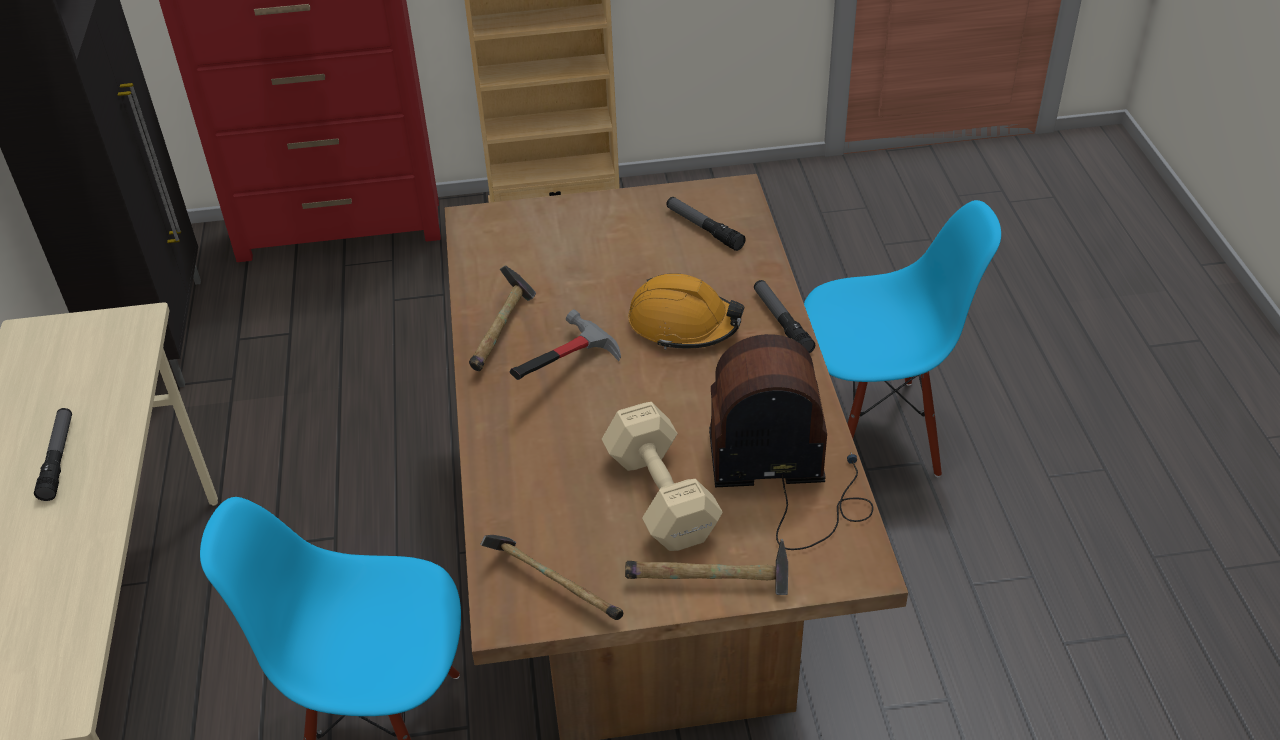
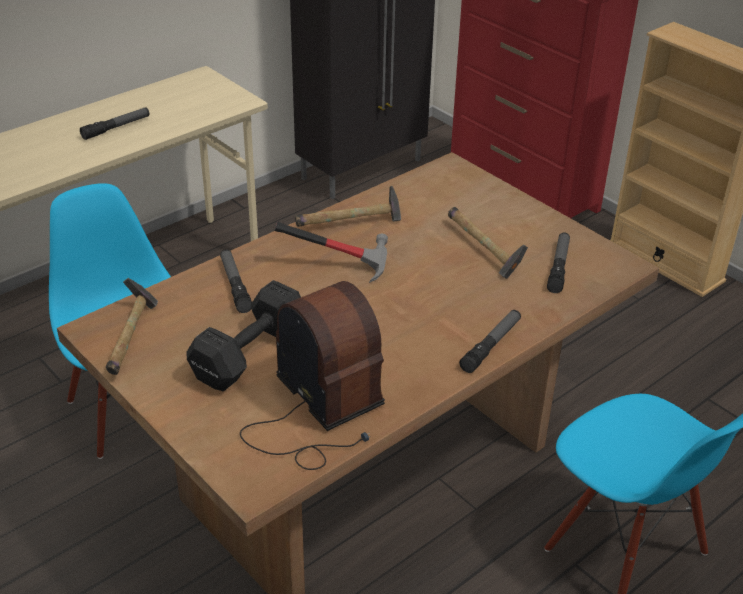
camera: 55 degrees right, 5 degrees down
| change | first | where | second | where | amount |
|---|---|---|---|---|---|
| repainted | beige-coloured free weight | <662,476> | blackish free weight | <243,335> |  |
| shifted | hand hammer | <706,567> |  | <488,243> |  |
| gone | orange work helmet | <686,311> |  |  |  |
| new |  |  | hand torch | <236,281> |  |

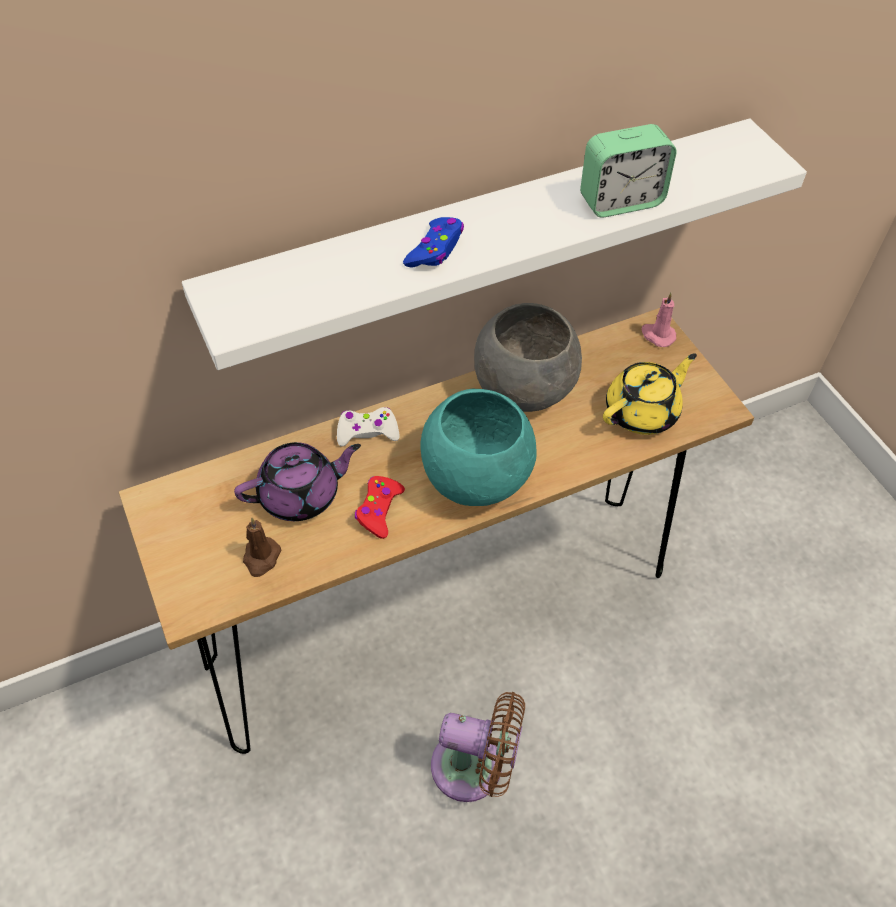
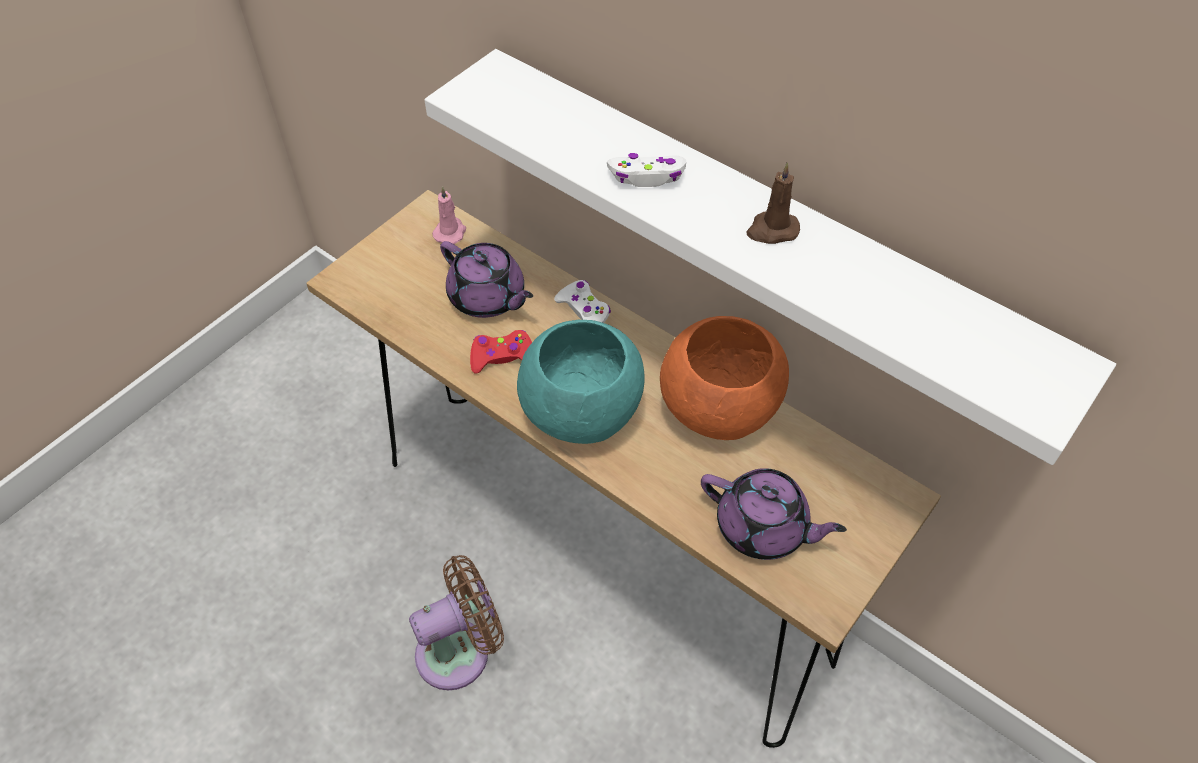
camera: 65 degrees right, 0 degrees up
| change | first | where | second | where | amount |
|---|---|---|---|---|---|
| shifted | brown-coloured wax light | <262,547> |  | <773,203> |  |
| repainted | blue-coloured joypad | <433,242> | white-coloured joypad | <646,170> |  |
| rotated | brown-coloured electric fan | <478,747> |  | <456,623> | 105 degrees counterclockwise |
| repainted | greyish serving bowl | <528,357> | orange serving bowl | <724,378> |  |
| gone | alarm clock | <628,171> |  |  |  |
| repainted | yellow teapot | <650,394> | purple teapot | <774,514> |  |
| shifted | pink wax light | <658,320> |  | <449,215> |  |

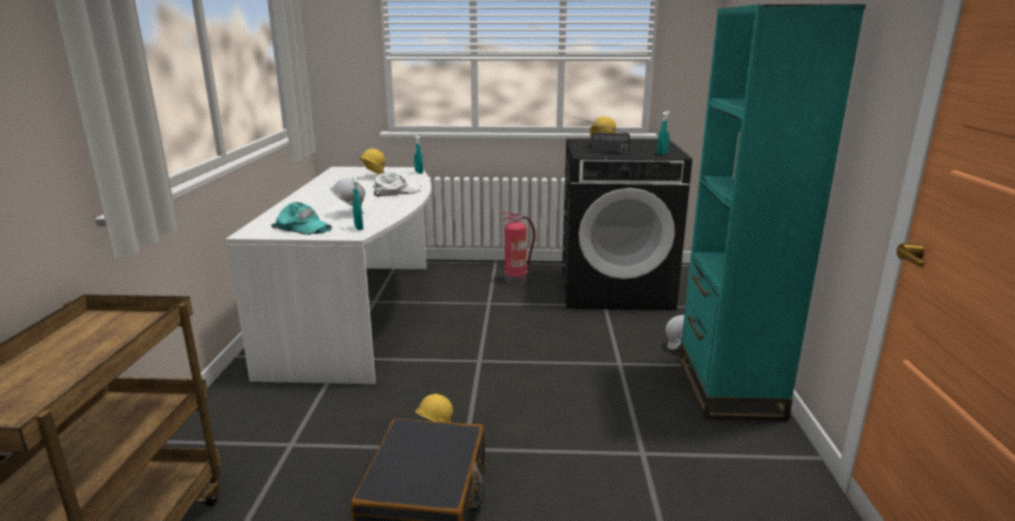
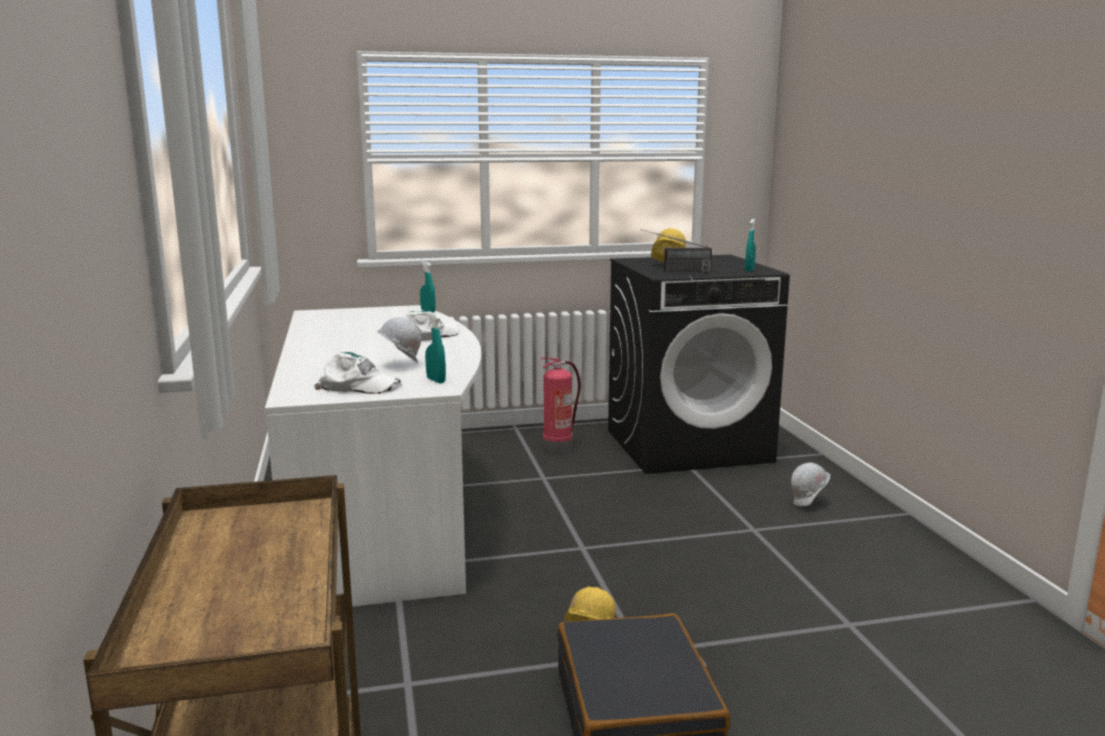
camera: 15 degrees left, 5 degrees down
| change | first | where | second | where | amount |
|---|---|---|---|---|---|
| repainted | turquoise peaked cap | <301,218> | white-coloured peaked cap | <358,373> |  |
| gone | yellow work helmet | <372,161> |  |  |  |
| gone | turquoise bookshelf | <772,212> |  |  |  |

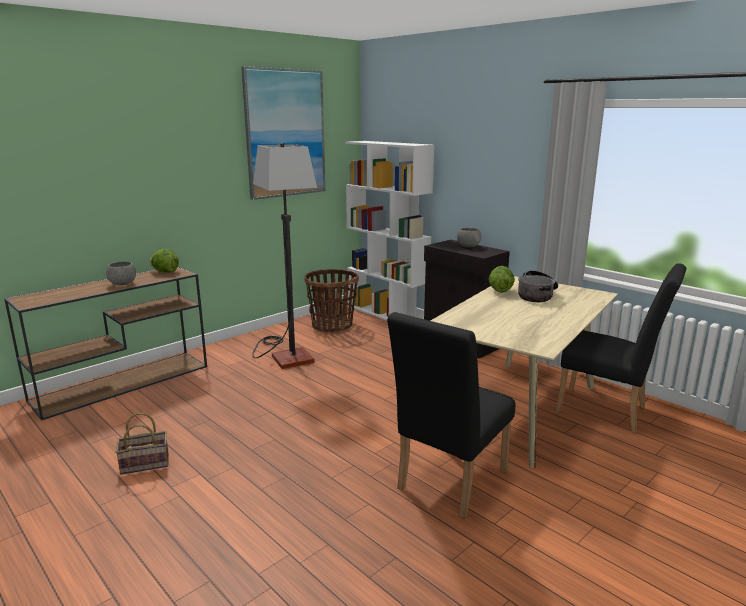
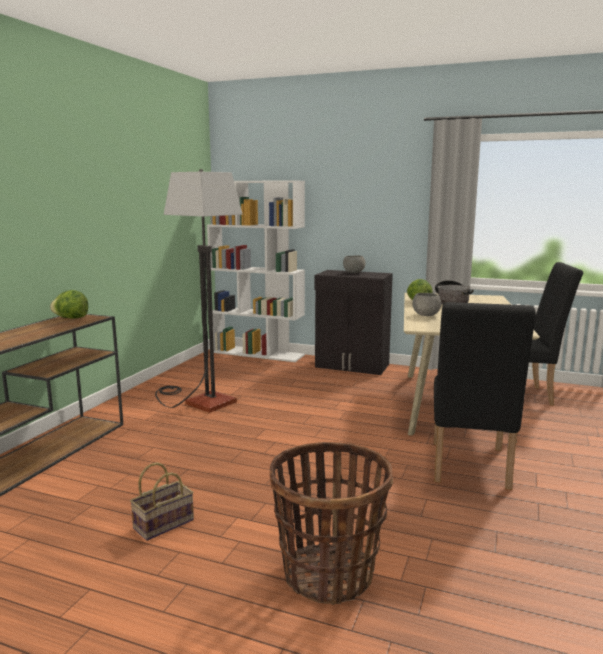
camera: 25 degrees left, 5 degrees down
| change | first | where | second | where | amount |
|---|---|---|---|---|---|
| shifted | greyish serving bowl | <121,273> |  | <426,304> |  |
| gone | wall picture | <283,133> |  |  |  |
| shifted | basket | <331,300> |  | <331,523> |  |

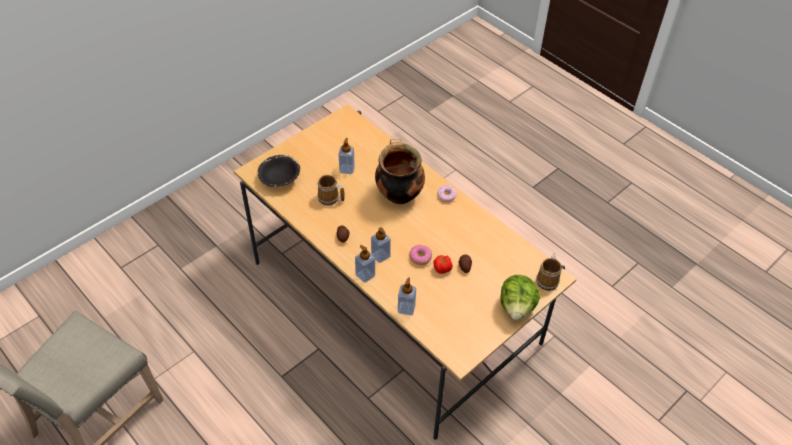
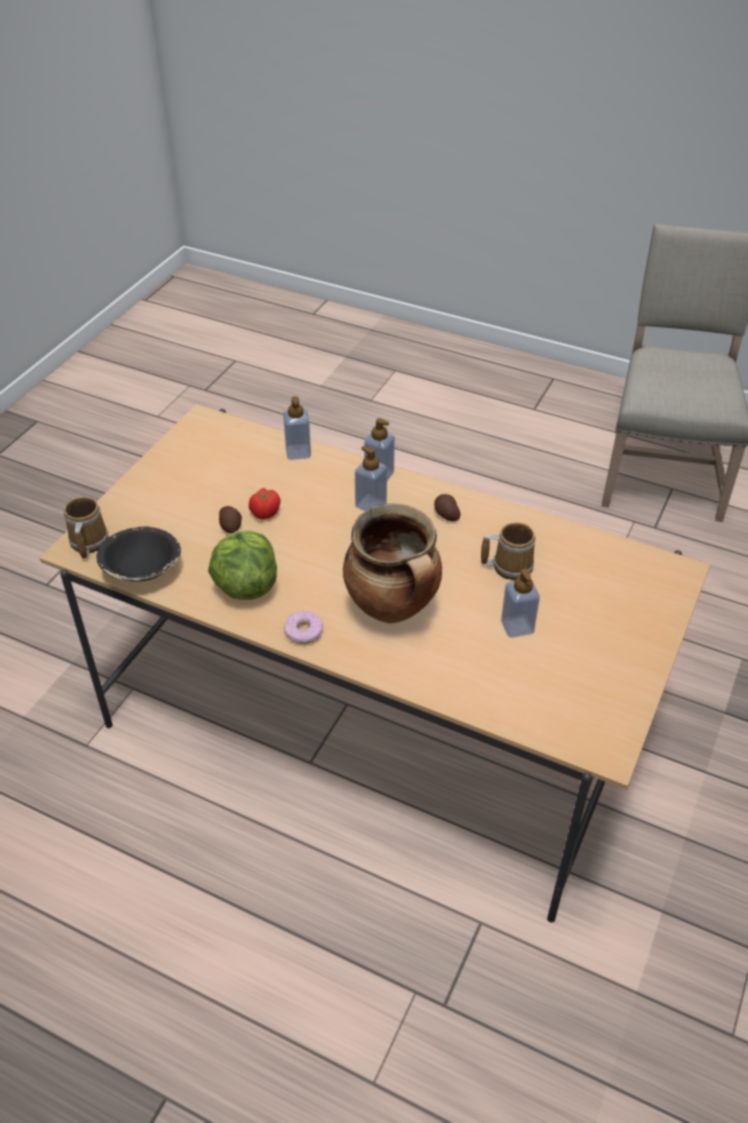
camera: 160 degrees right, 5 degrees down
| change | first | where | second | where | amount |
|---|---|---|---|---|---|
| shifted | blackish serving bowl | <279,171> |  | <139,554> |  |
| gone | ring doughnut | <420,255> |  |  |  |
| shifted | lettuce | <520,297> |  | <242,565> |  |

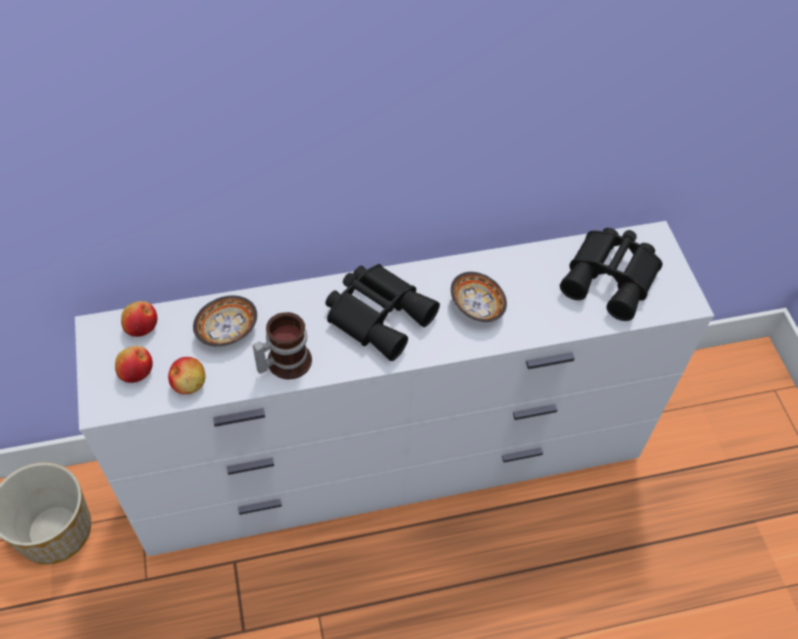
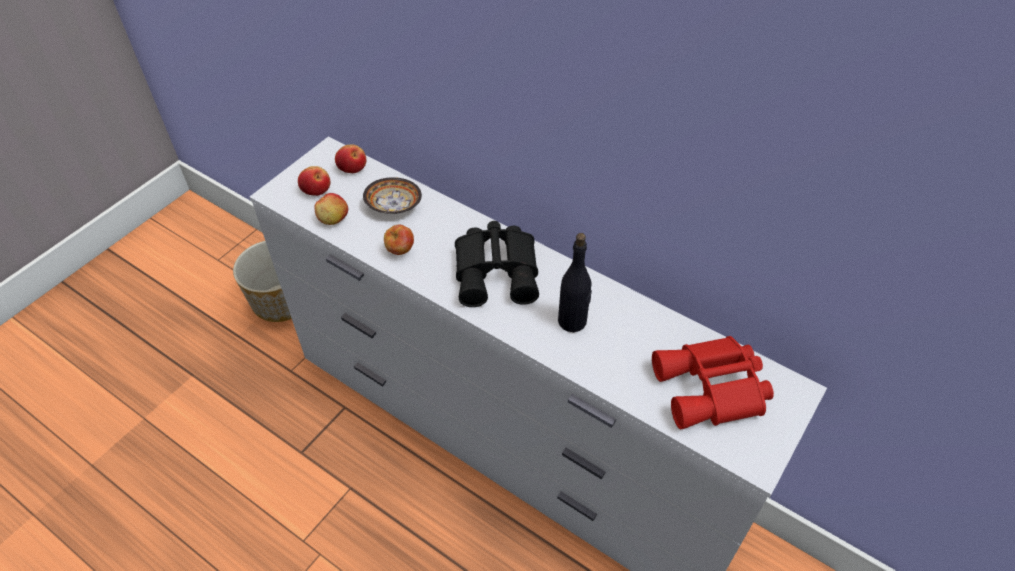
camera: 50 degrees right, 5 degrees down
| change | first | where | second | where | amount |
|---|---|---|---|---|---|
| swapped | mug | <282,345> | apple fruit | <399,240> |  |
| swapped | serving bowl | <479,297> | blackish bottle | <575,282> |  |
| repainted | blackish field glasses | <611,274> | red field glasses | <713,382> |  |

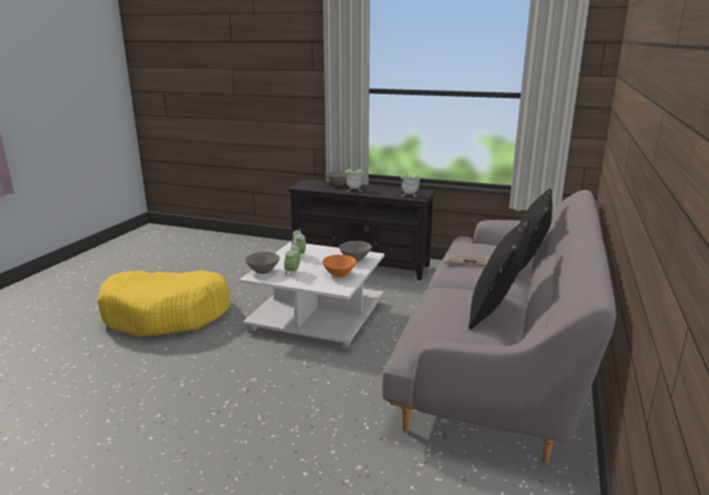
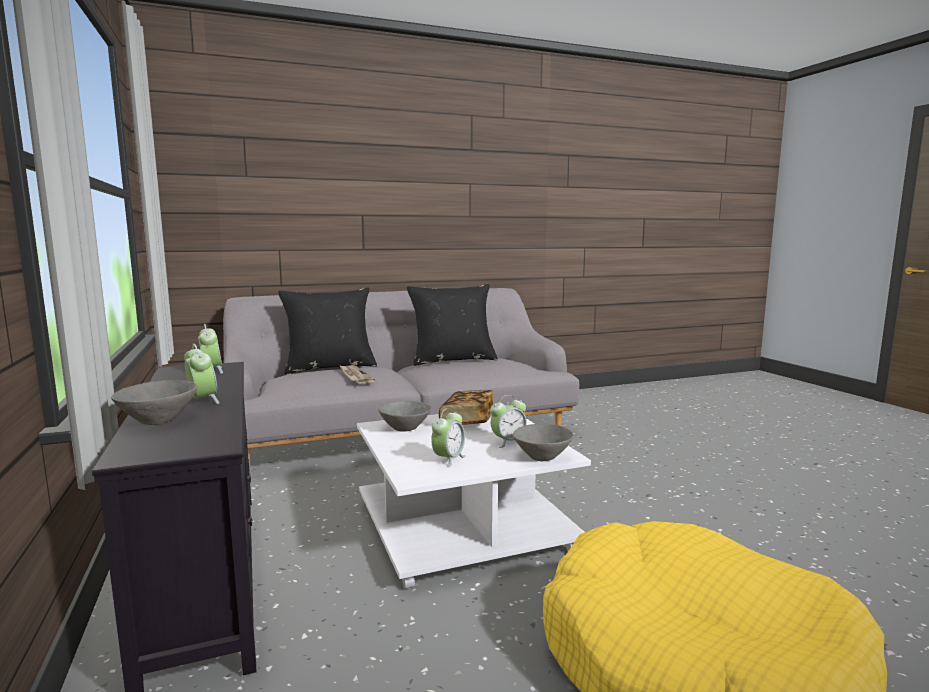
camera: 130 degrees left, 10 degrees down
| change | first | where | second | where | amount |
|---|---|---|---|---|---|
| swapped | orange serving bowl | <339,266> | volume | <466,407> |  |

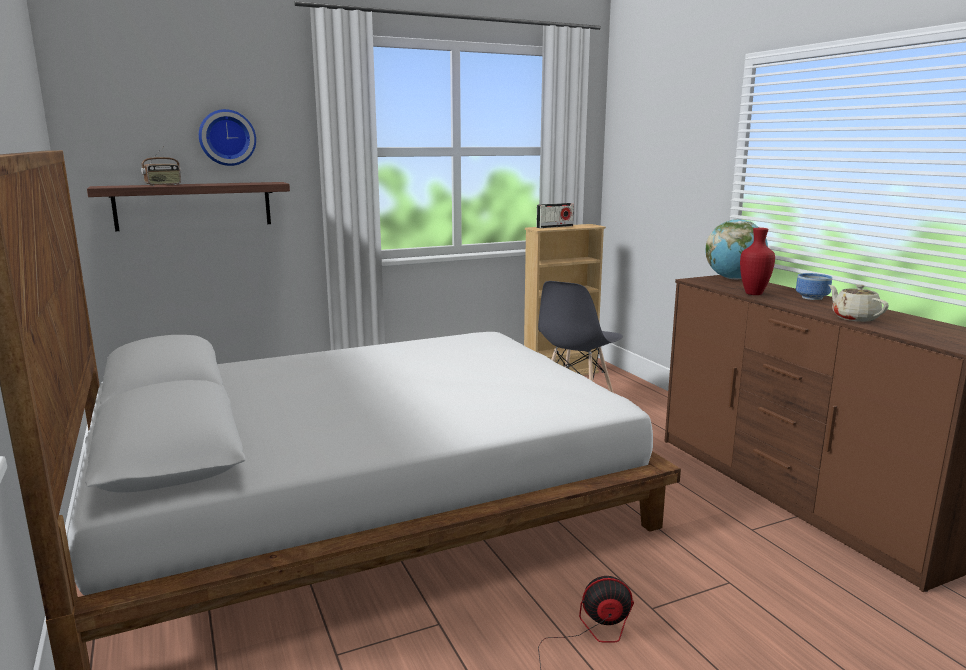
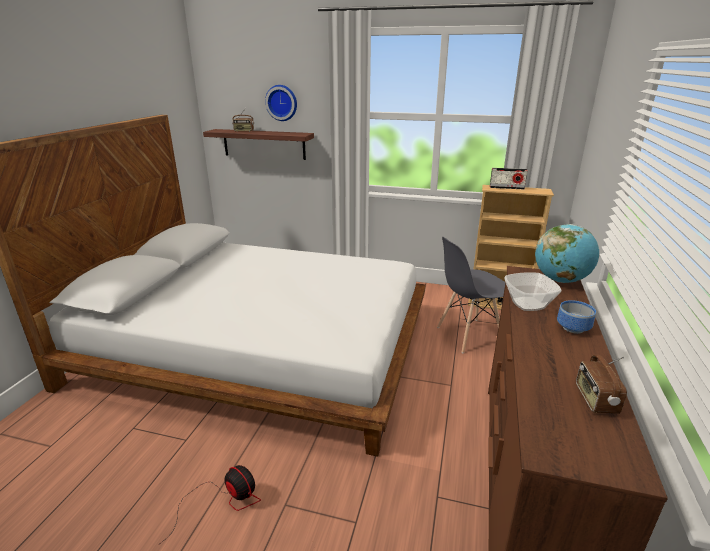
camera: 40 degrees right, 10 degrees up
| change | first | where | second | where | amount |
|---|---|---|---|---|---|
| swapped | red vase | <757,261> | serving bowl | <533,291> |  |
| gone | beige-coloured teapot | <859,303> |  |  |  |
| new |  |  | radio set | <601,384> |  |

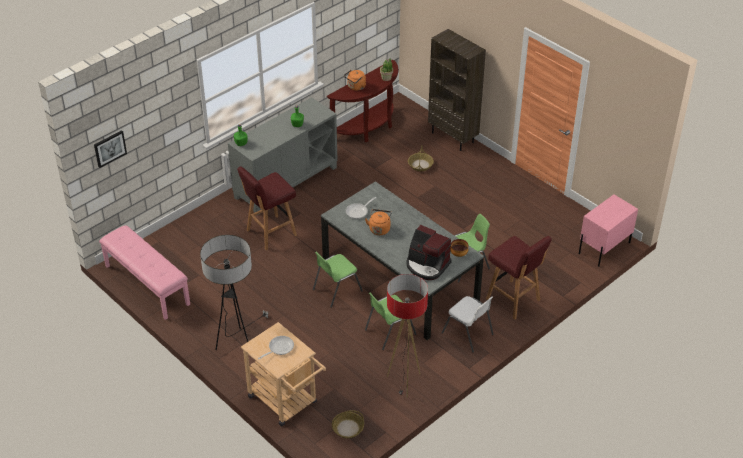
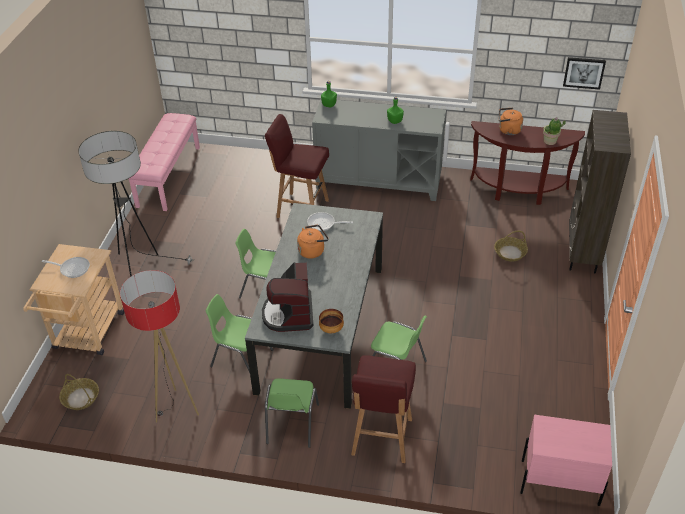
camera: 55 degrees right, 0 degrees up
| change | first | where | second | where | amount |
|---|---|---|---|---|---|
| shifted | wall picture | <110,149> |  | <584,73> |  |
| repainted | white-coloured chair | <467,324> | green-coloured chair | <292,413> |  |

